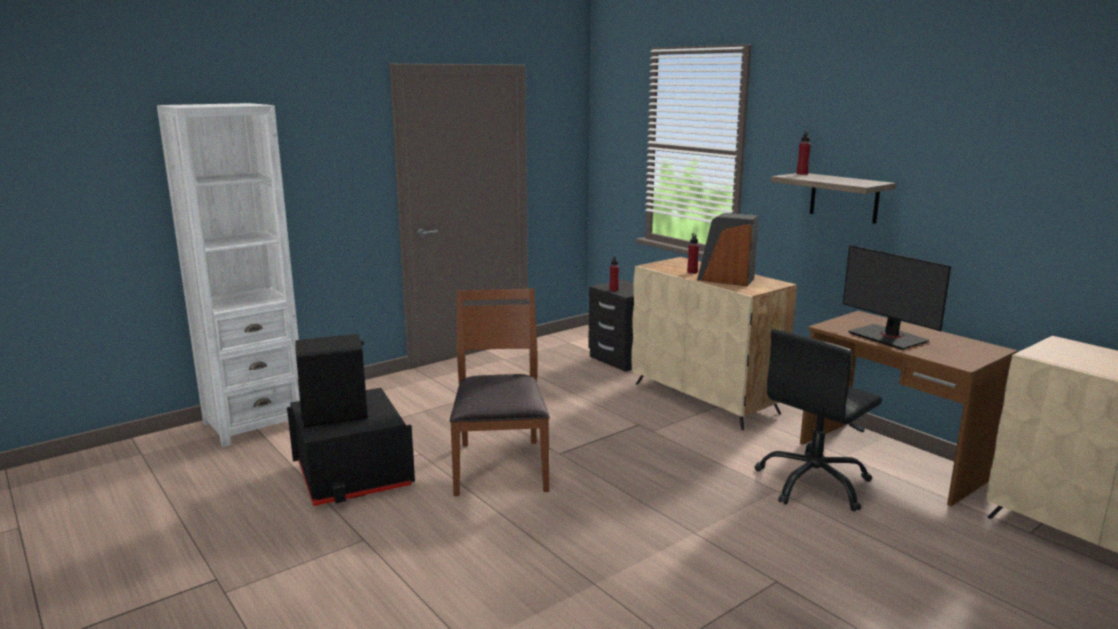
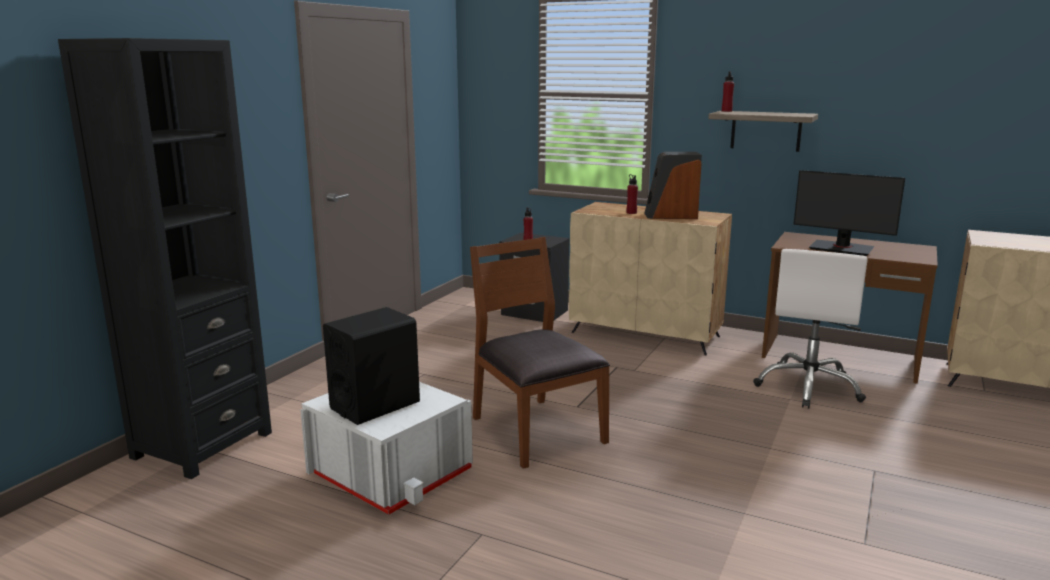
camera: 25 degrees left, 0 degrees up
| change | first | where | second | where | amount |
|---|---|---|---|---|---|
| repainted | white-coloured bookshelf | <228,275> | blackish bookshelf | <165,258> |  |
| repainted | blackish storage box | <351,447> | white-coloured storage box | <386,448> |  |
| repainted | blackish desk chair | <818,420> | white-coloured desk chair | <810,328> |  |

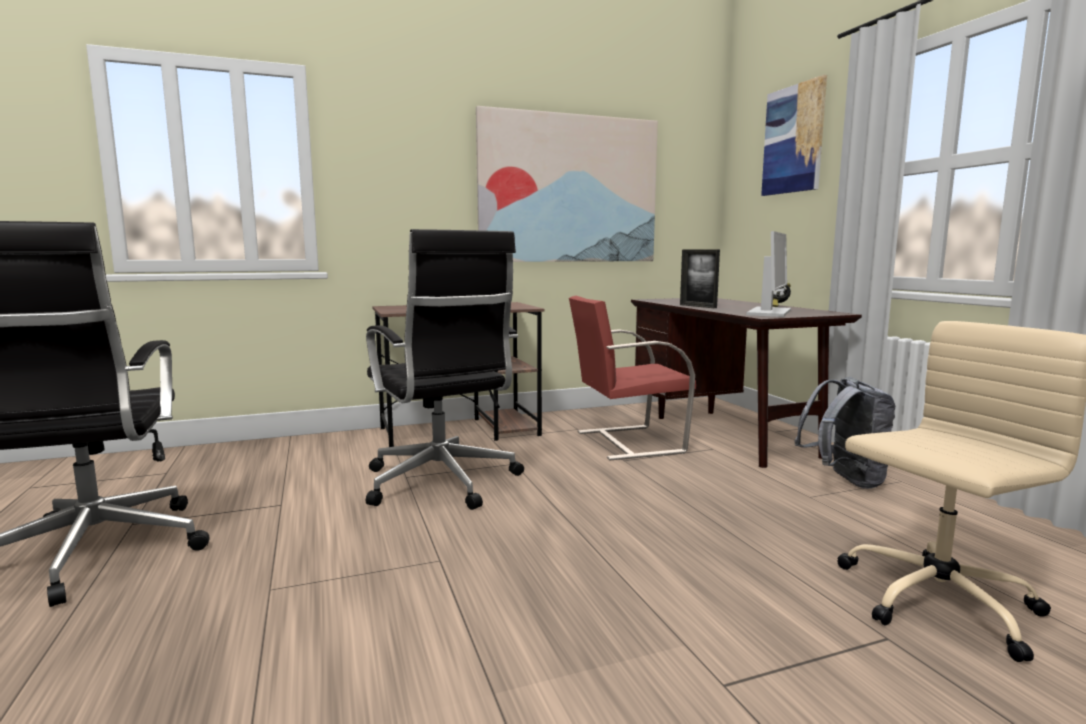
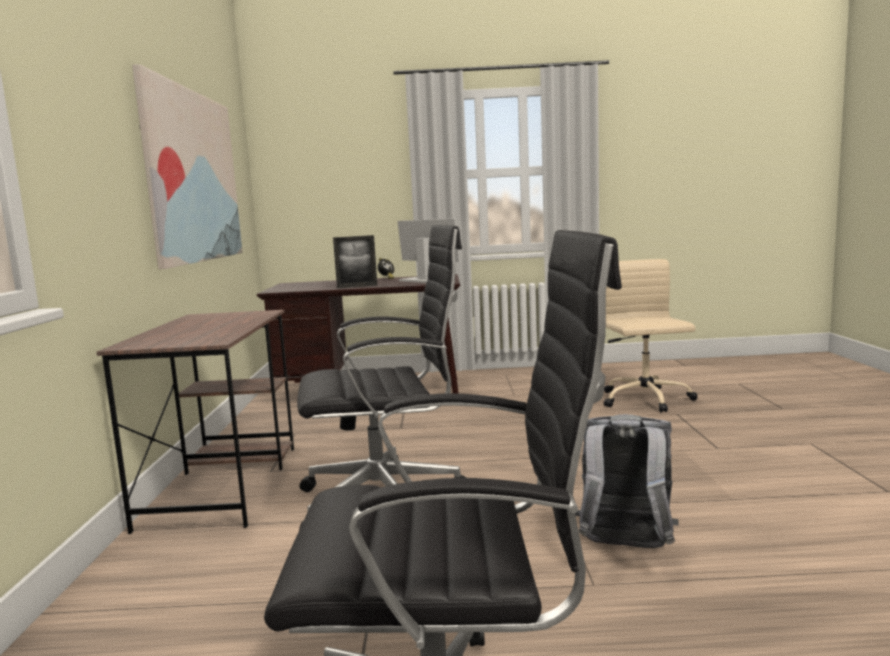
camera: 70 degrees left, 0 degrees up
| change | first | where | second | where | amount |
|---|---|---|---|---|---|
| gone | red chair | <632,378> |  |  |  |
| gone | wall picture | <794,135> |  |  |  |
| shifted | greyish backpack | <845,433> |  | <626,481> |  |

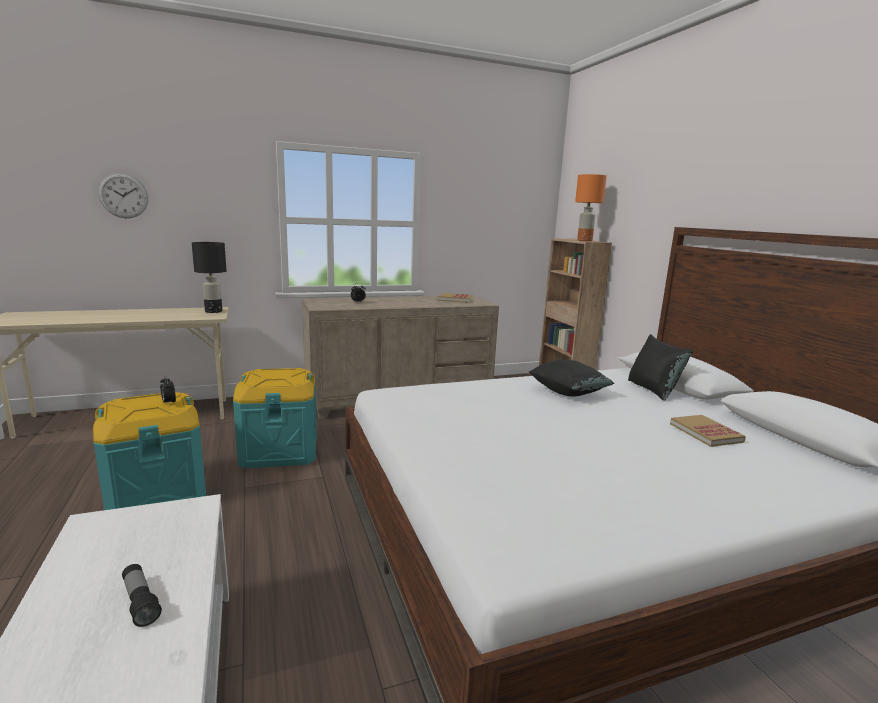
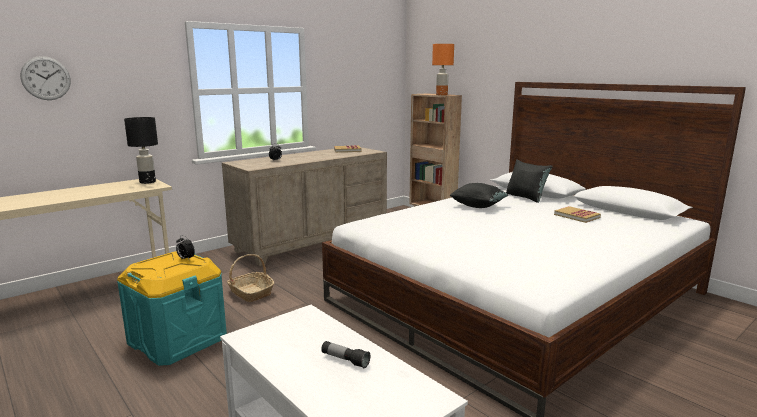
camera: 20 degrees left, 0 degrees up
| change | first | where | second | where | amount |
|---|---|---|---|---|---|
| swapped | turquoise storage box | <275,418> | basket | <251,278> |  |

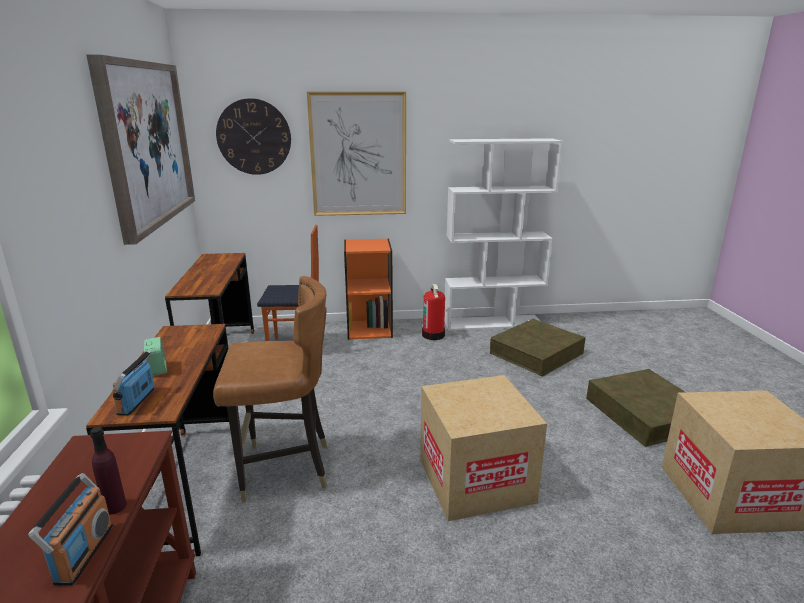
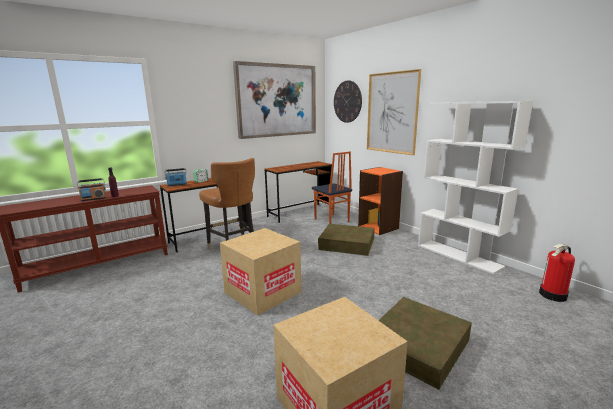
camera: 60 degrees right, 5 degrees down
| change | first | where | second | where | amount |
|---|---|---|---|---|---|
| shifted | fire extinguisher | <433,312> |  | <557,273> |  |
| shifted | brown-coloured storage box | <538,348> |  | <346,240> |  |

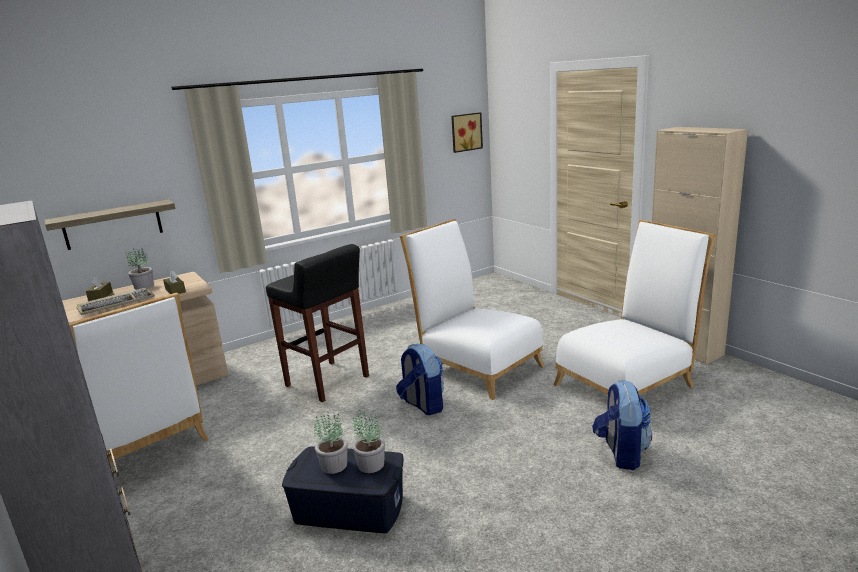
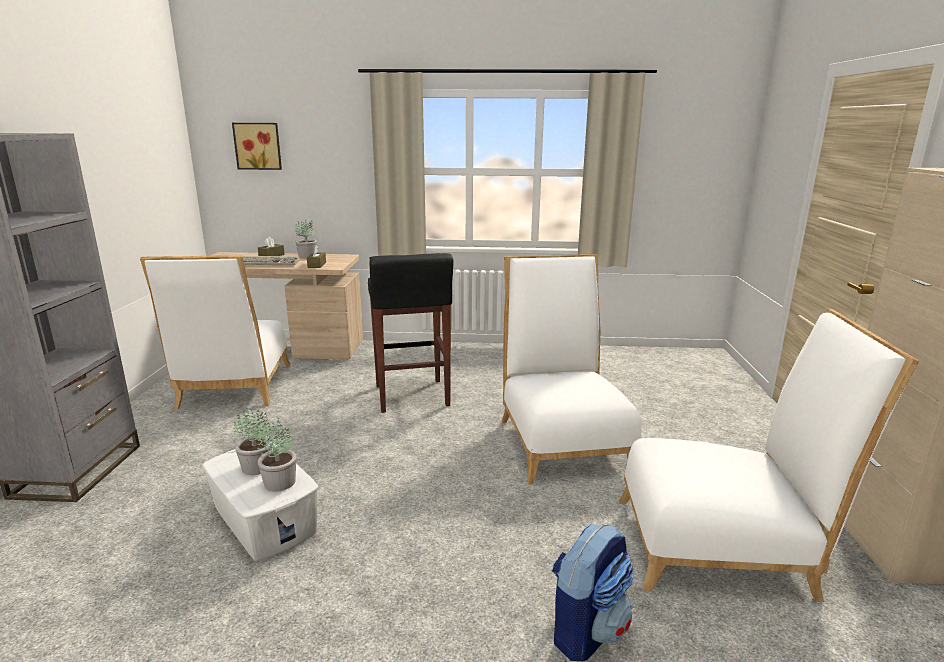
camera: 35 degrees right, 0 degrees up
| change | first | where | second | where | amount |
|---|---|---|---|---|---|
| gone | wall shelf | <109,225> |  |  |  |
| repainted | blue-coloured storage box | <342,489> | white-coloured storage box | <260,502> |  |
| gone | backpack | <420,379> |  |  |  |
| shifted | wall picture | <467,132> |  | <257,146> |  |

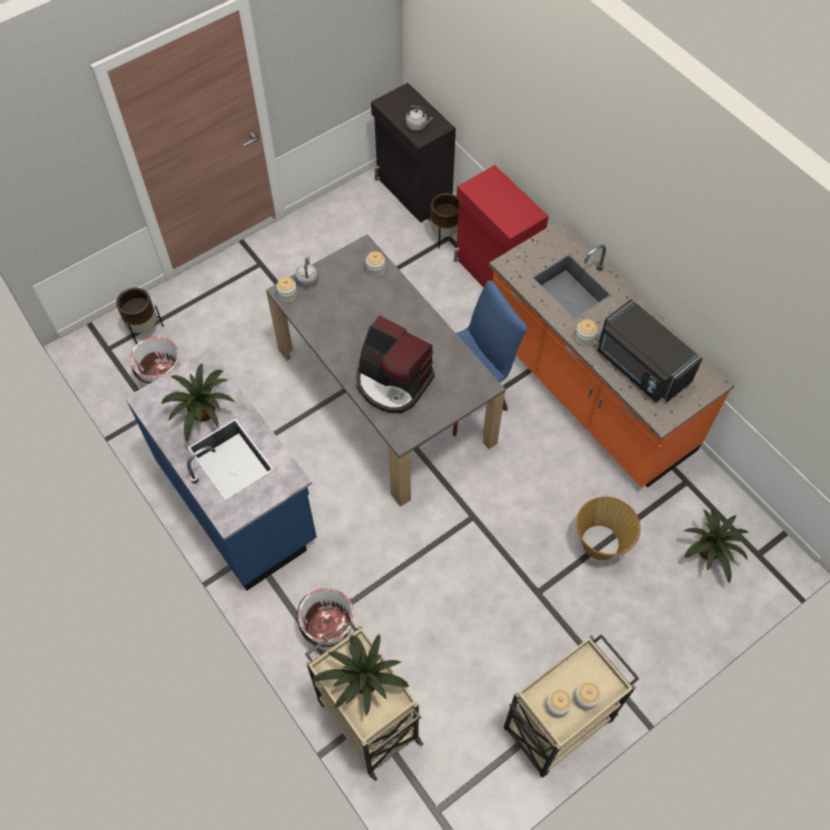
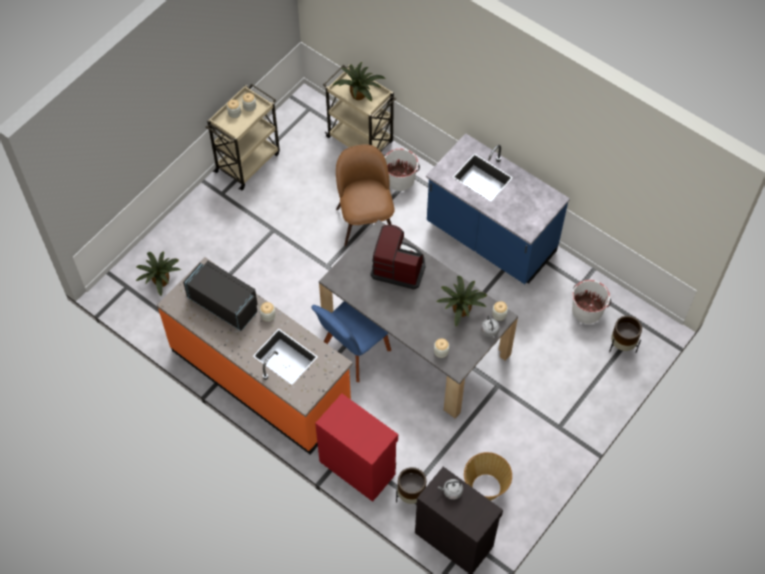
camera: 165 degrees right, 0 degrees up
| change | first | where | second | where | amount |
|---|---|---|---|---|---|
| shifted | plant in a pot | <198,403> |  | <461,301> |  |
| shifted | basket | <608,528> |  | <488,476> |  |
| new |  |  | brown-coloured chair | <365,195> |  |

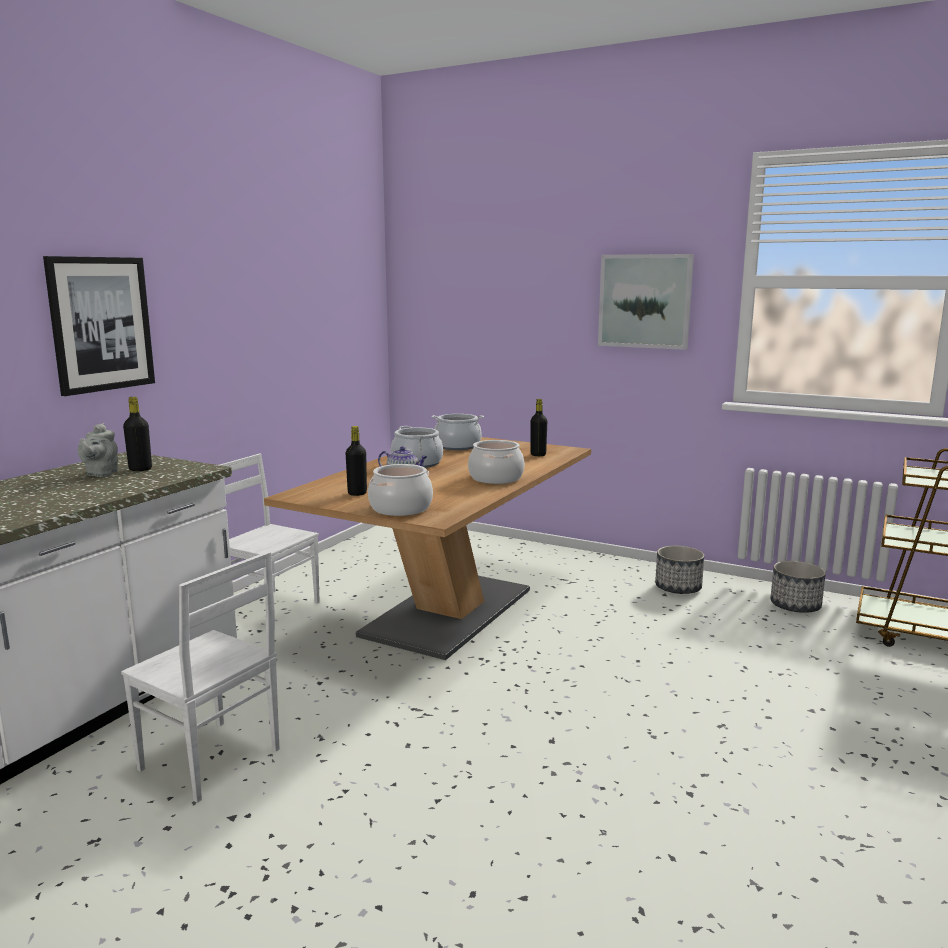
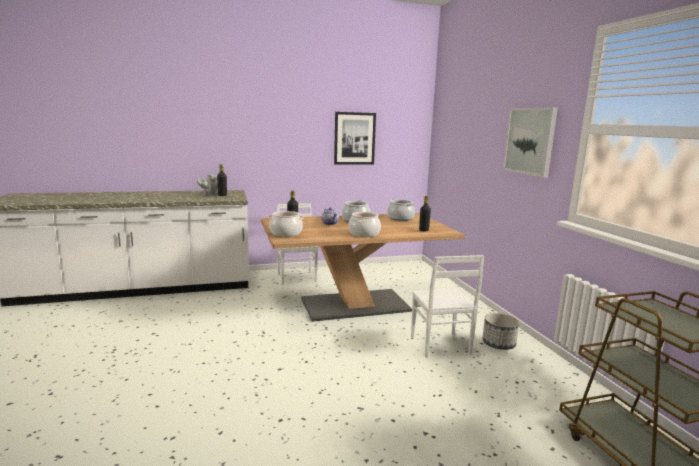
camera: 45 degrees right, 0 degrees up
| change | first | where | second | where | amount |
|---|---|---|---|---|---|
| shifted | wall picture | <99,326> |  | <355,138> |  |
| shifted | white-coloured chair | <200,677> |  | <447,306> |  |
| gone | plant pot | <798,587> |  |  |  |

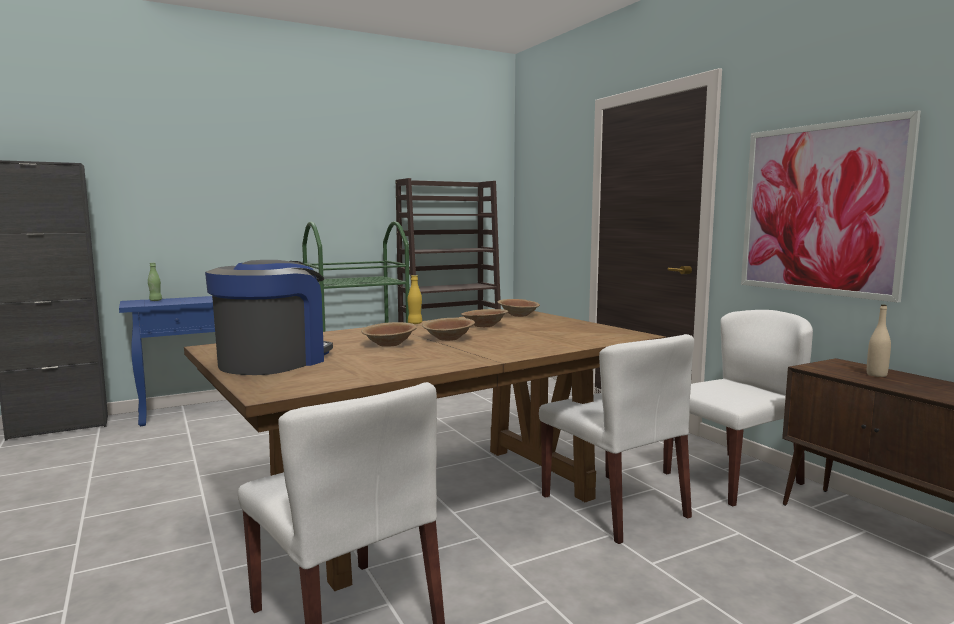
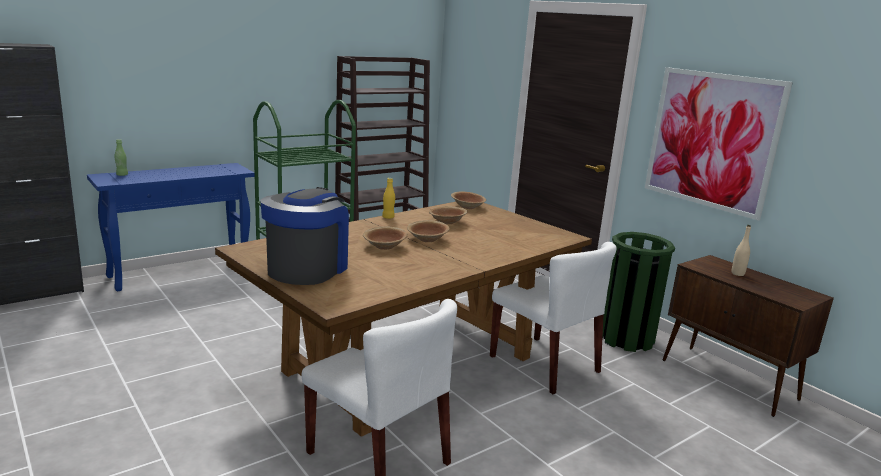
camera: 10 degrees left, 10 degrees up
| change | first | where | second | where | amount |
|---|---|---|---|---|---|
| swapped | white-coloured chair | <738,408> | green-coloured rubbish bin | <638,292> |  |

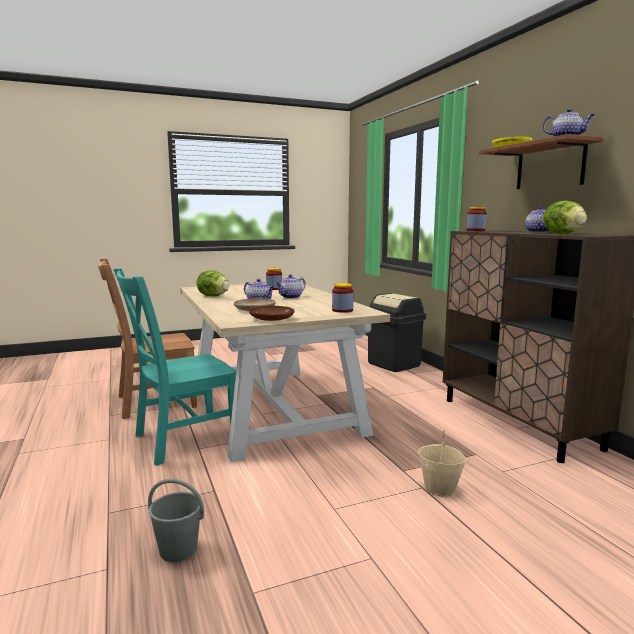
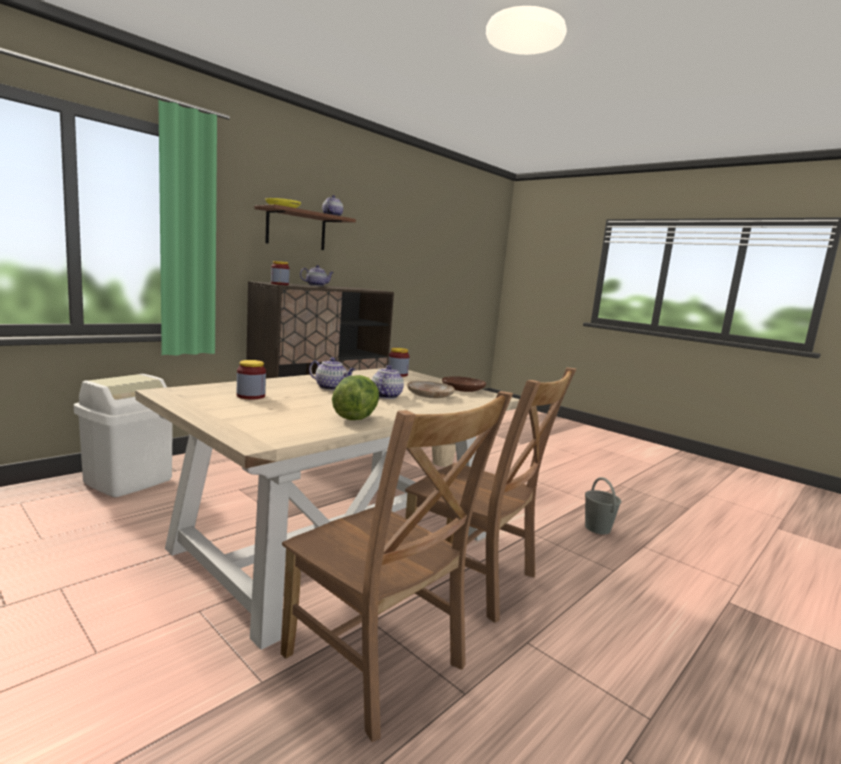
camera: 115 degrees left, 0 degrees up
| change | first | where | second | where | amount |
|---|---|---|---|---|---|
| repainted | turquoise chair | <175,367> | brown-coloured chair | <490,495> |  |
| repainted | blackish rubbish bin | <397,332> | white-coloured rubbish bin | <123,435> |  |
| gone | lettuce | <565,217> |  |  |  |

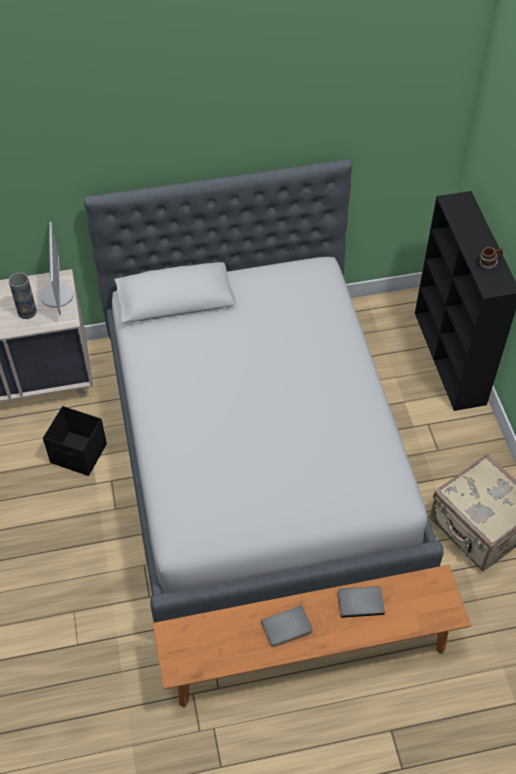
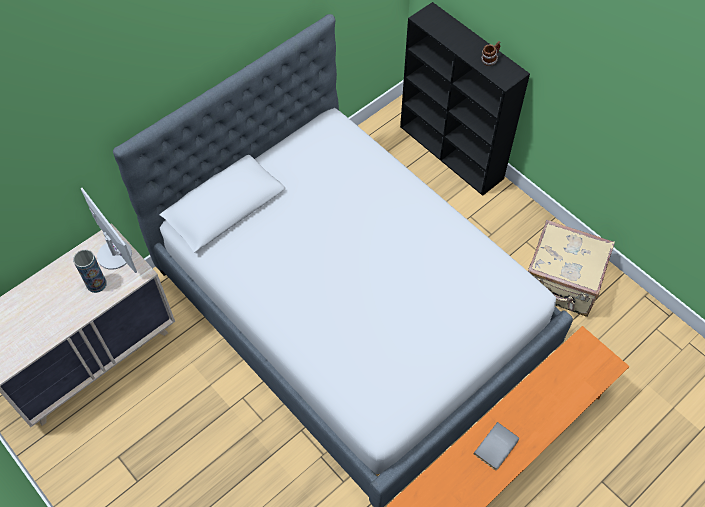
camera: 30 degrees left, 5 degrees up
| change | first | where | second | where | amount |
|---|---|---|---|---|---|
| gone | blackish storage box | <75,441> |  |  |  |
| gone | greyish volume | <361,602> |  |  |  |

